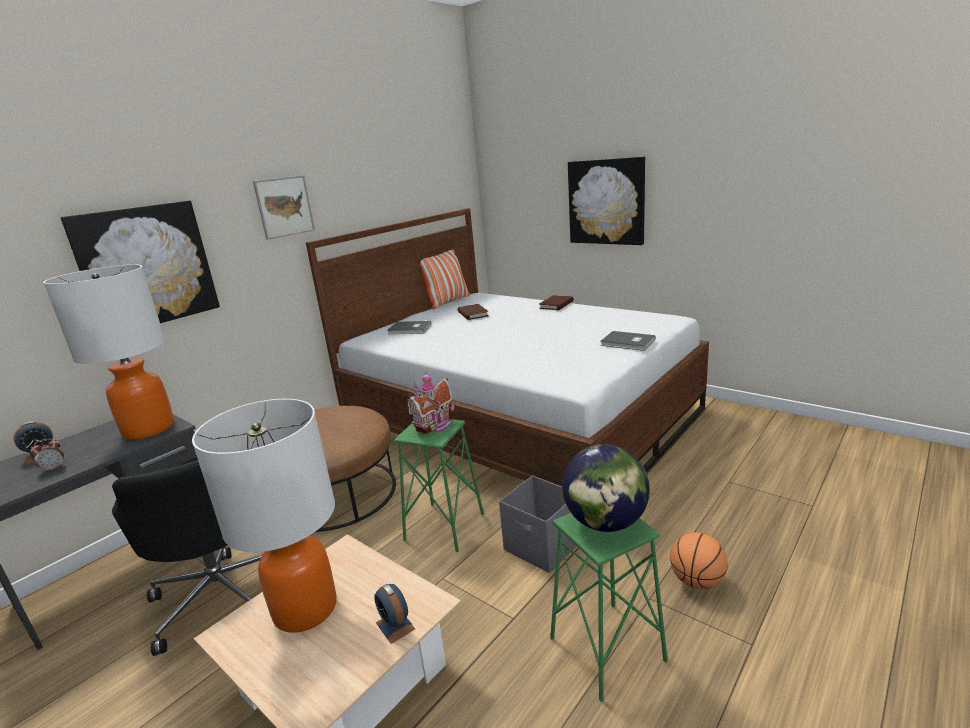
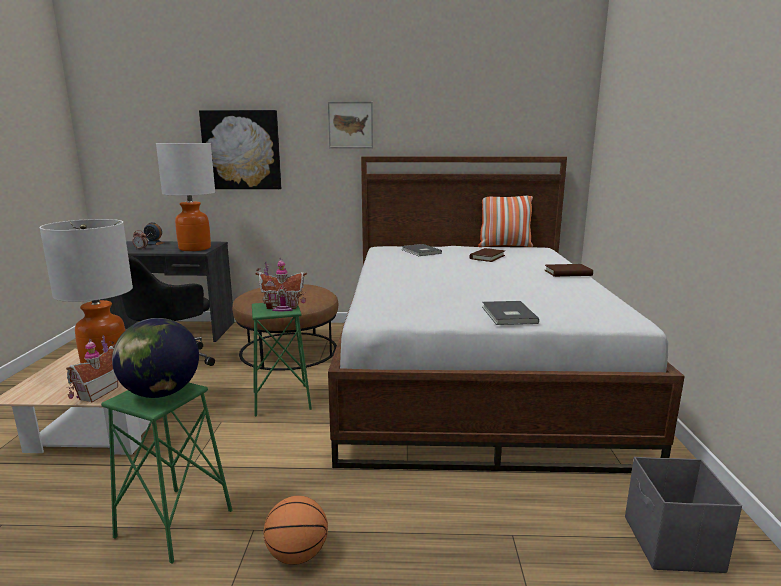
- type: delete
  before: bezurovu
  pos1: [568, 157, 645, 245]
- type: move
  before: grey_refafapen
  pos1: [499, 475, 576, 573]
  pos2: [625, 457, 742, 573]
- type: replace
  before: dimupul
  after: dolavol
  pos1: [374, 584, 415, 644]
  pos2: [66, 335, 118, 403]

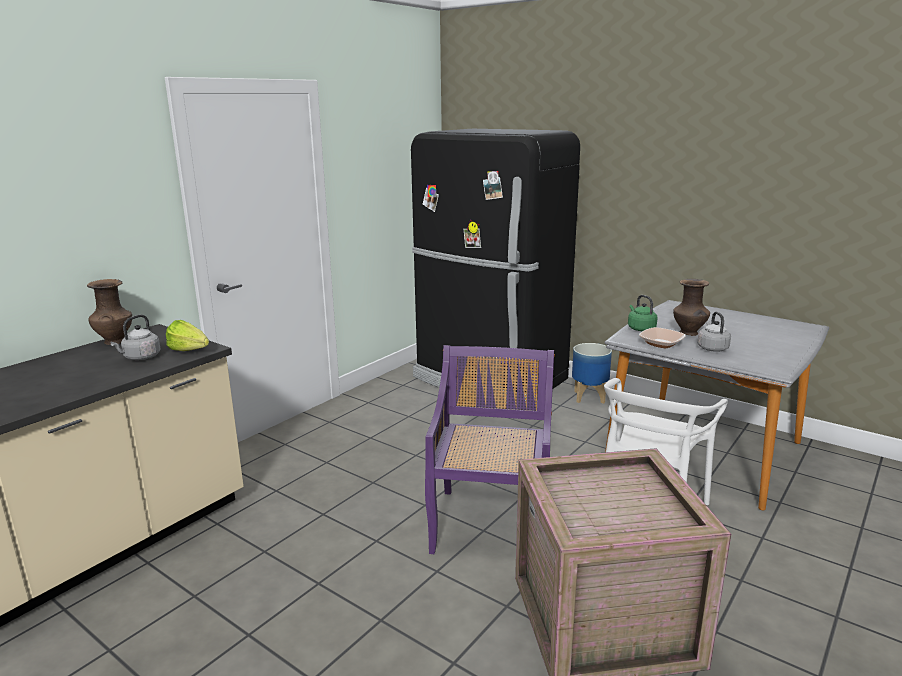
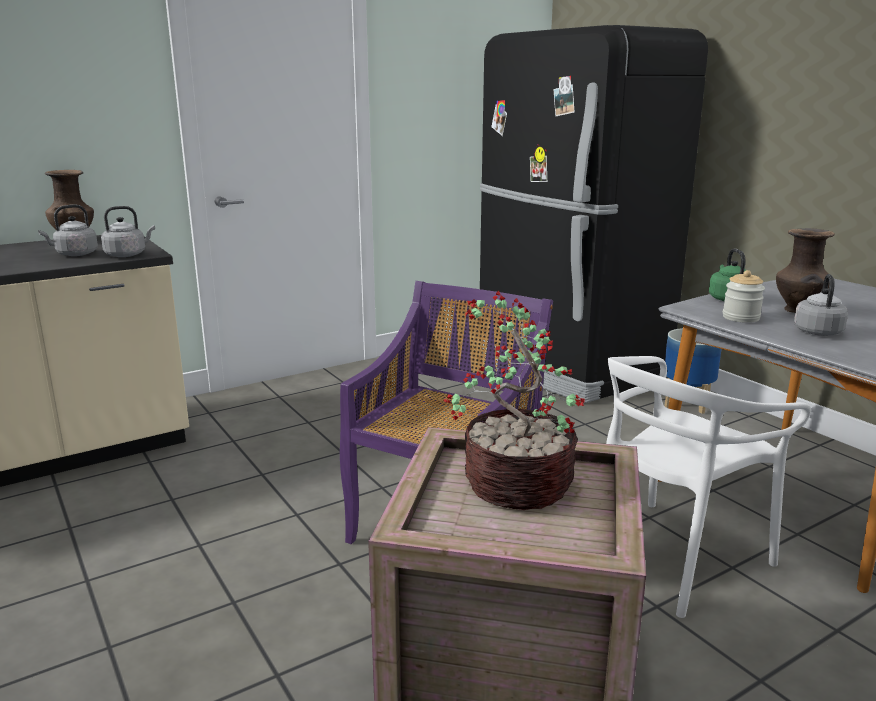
- type: replace
  before: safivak
  after: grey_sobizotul
  pos1: [166, 320, 209, 351]
  pos2: [101, 206, 155, 257]
- type: replace
  before: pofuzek
  after: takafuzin
  pos1: [639, 327, 686, 348]
  pos2: [723, 270, 765, 323]
- type: insert
  after: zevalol
  pos2: [443, 291, 585, 510]

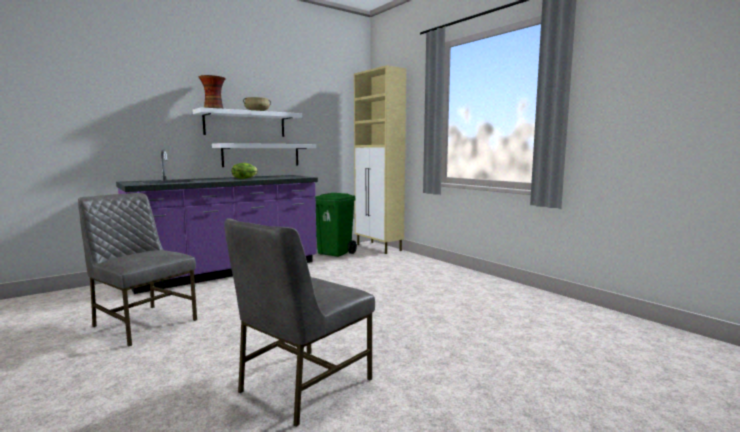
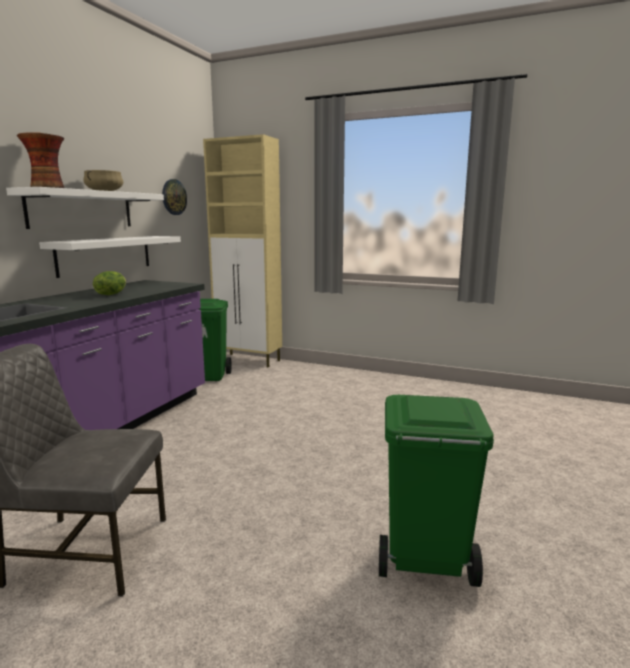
- type: replace
  before: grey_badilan
  after: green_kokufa
  pos1: [224, 218, 375, 427]
  pos2: [379, 395, 494, 587]
- type: insert
  after: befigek
  pos2: [162, 179, 187, 215]

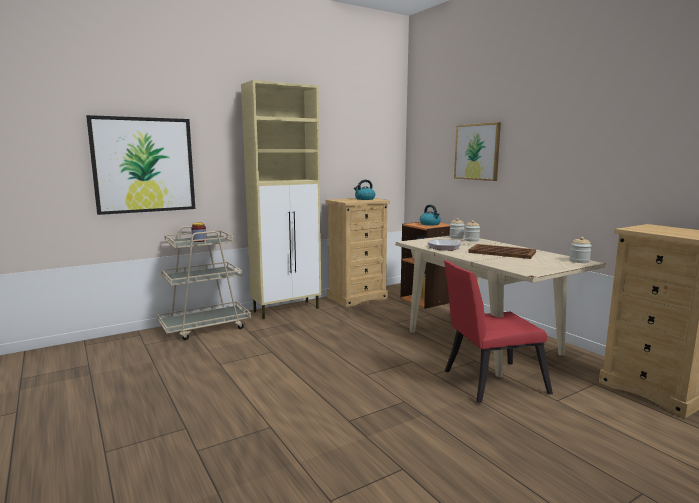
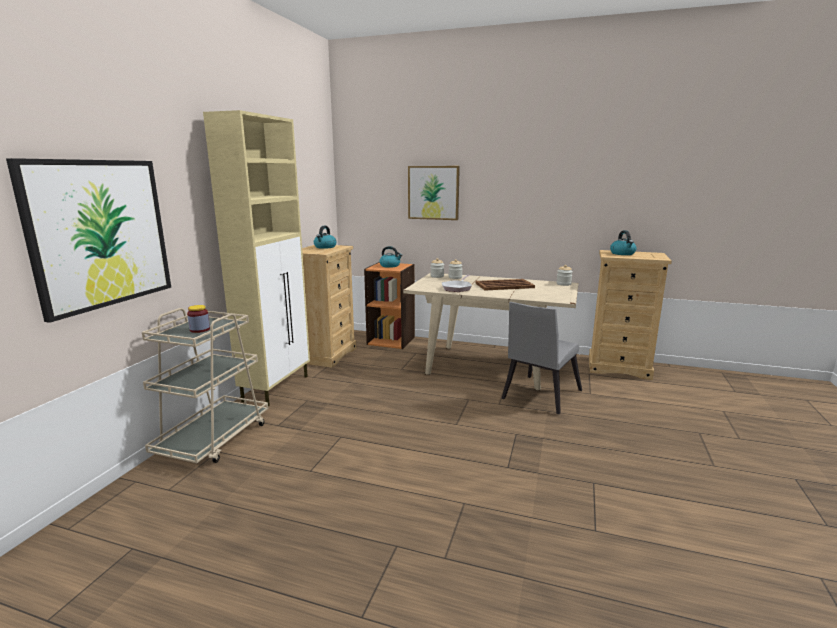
- type: recolor
  before: red_badilan
  after: grey_badilan
  pos1: [444, 260, 553, 403]
  pos2: [501, 302, 582, 414]
- type: insert
  after: sobizotul
  pos2: [610, 230, 637, 255]

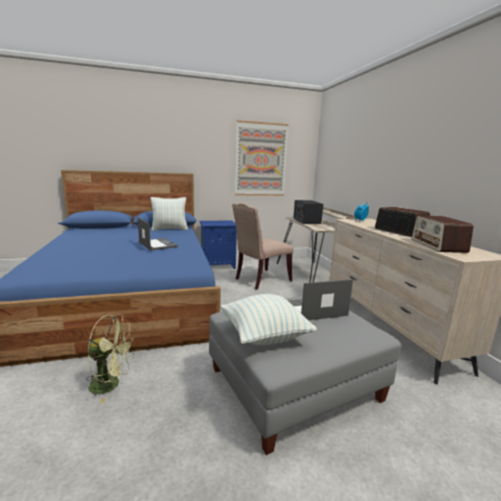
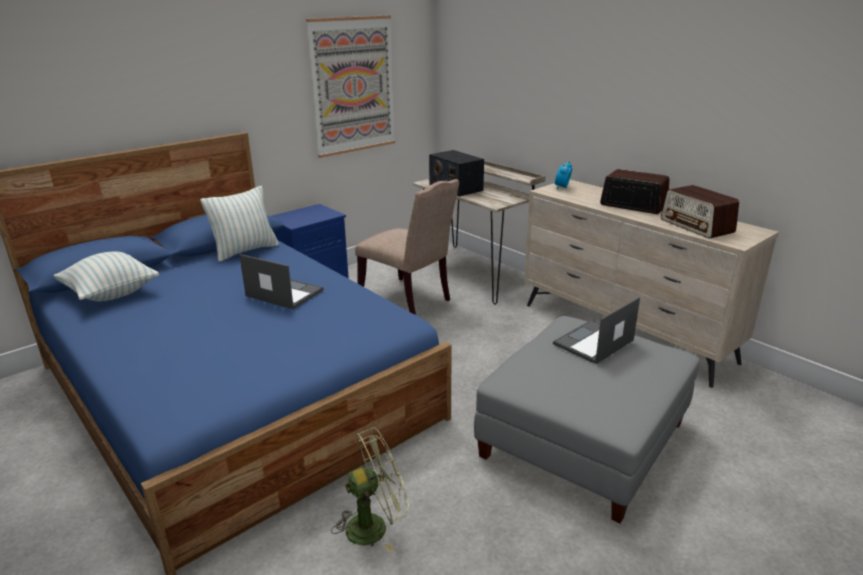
- type: rotate
  before: beige_badilan
  pos1: [232, 203, 294, 290]
  pos2: [355, 179, 459, 315]
  turn: -75
- type: move
  before: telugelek
  pos1: [220, 294, 317, 345]
  pos2: [54, 252, 159, 301]

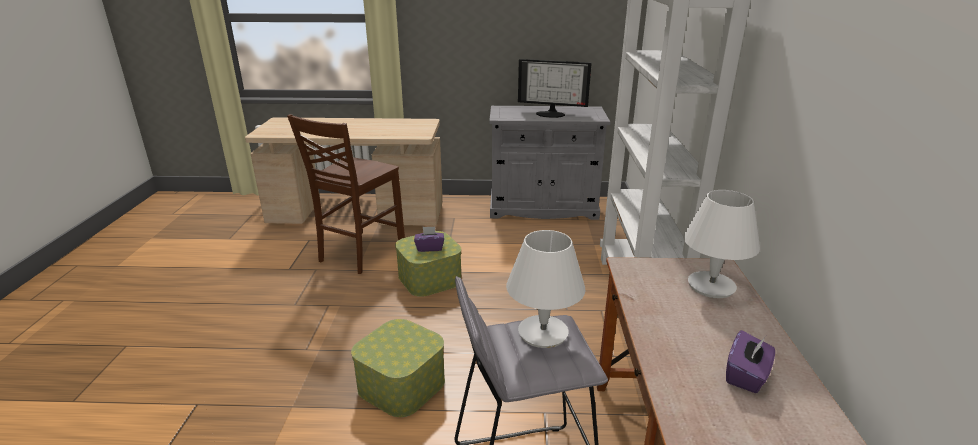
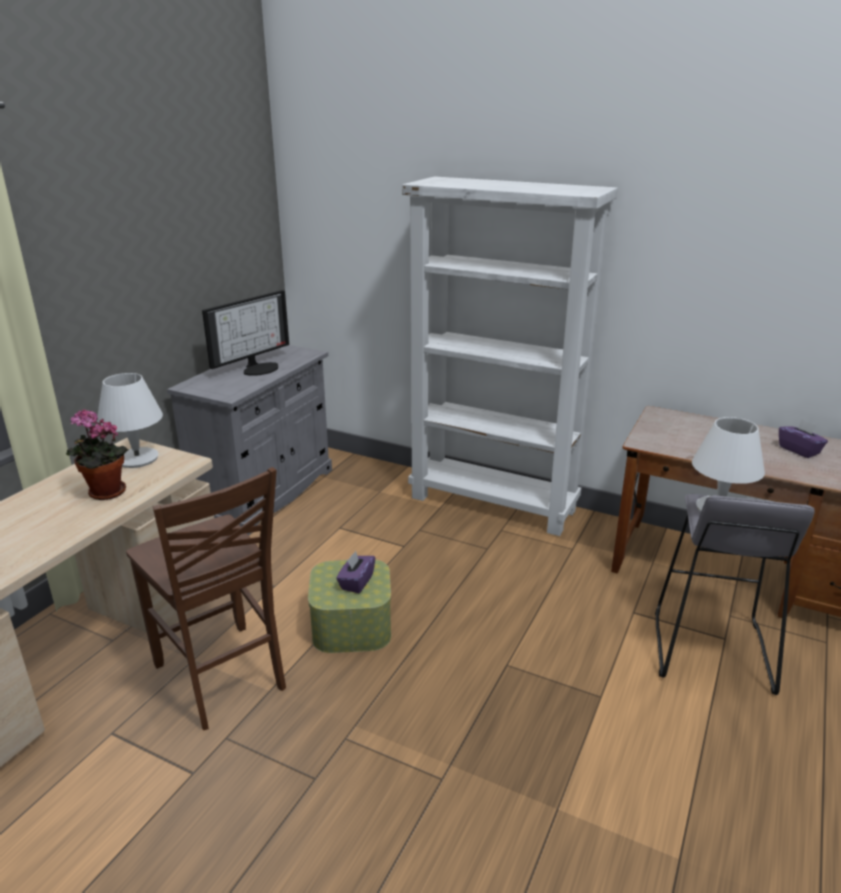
- type: move
  before: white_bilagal
  pos1: [683, 190, 760, 298]
  pos2: [97, 373, 163, 468]
- type: delete
  before: refafapen
  pos1: [351, 319, 445, 417]
- type: insert
  after: zevalol
  pos2: [66, 409, 128, 500]

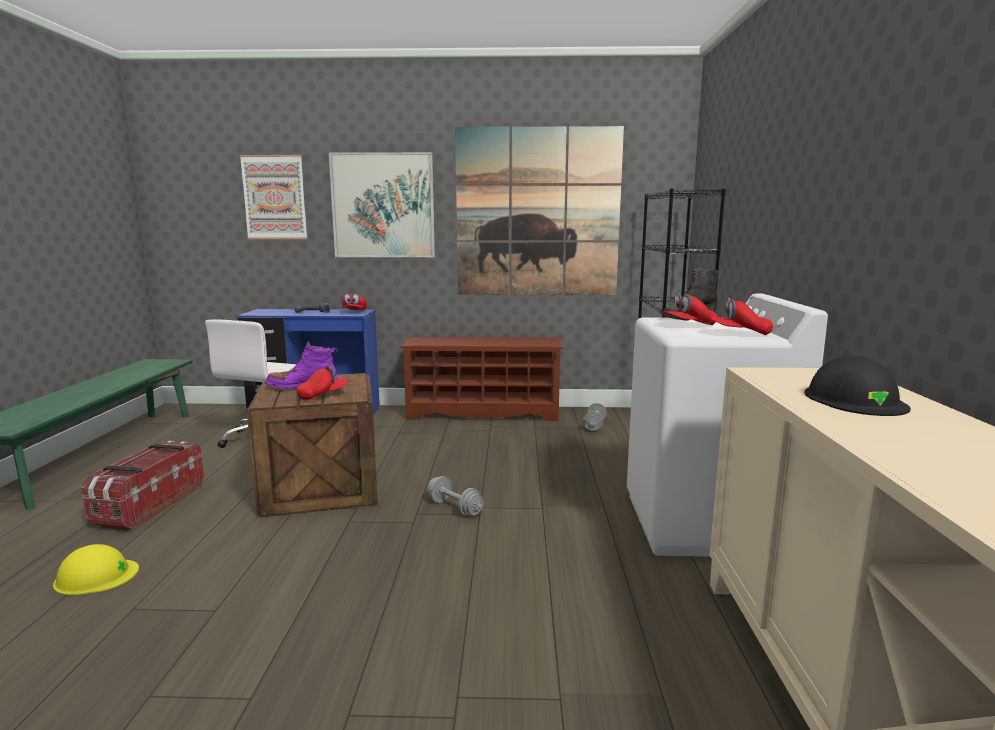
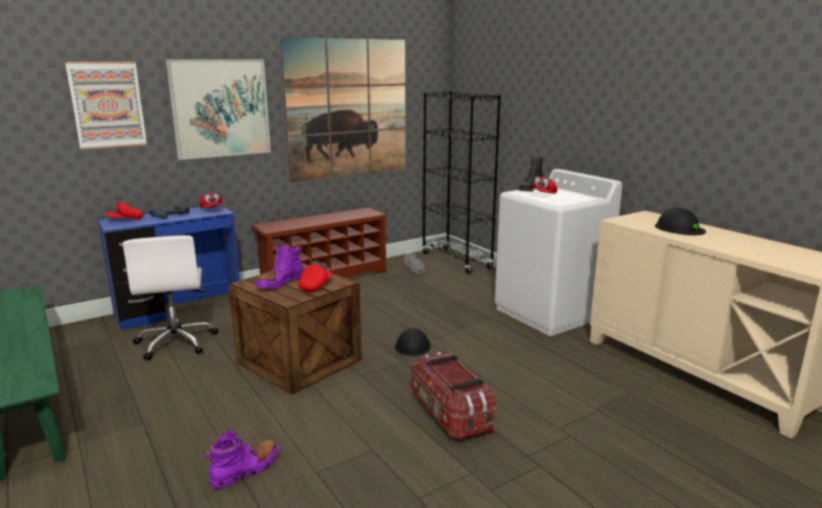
- type: move
  before: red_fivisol
  pos1: [709, 298, 773, 335]
  pos2: [105, 201, 143, 219]
- type: move
  before: refafapen
  pos1: [81, 441, 204, 531]
  pos2: [411, 351, 496, 440]
- type: replace
  before: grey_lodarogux
  after: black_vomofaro
  pos1: [427, 476, 484, 516]
  pos2: [395, 328, 431, 356]
- type: replace
  before: yellow_vomofaro
  after: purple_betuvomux
  pos1: [53, 544, 139, 595]
  pos2: [204, 429, 279, 489]

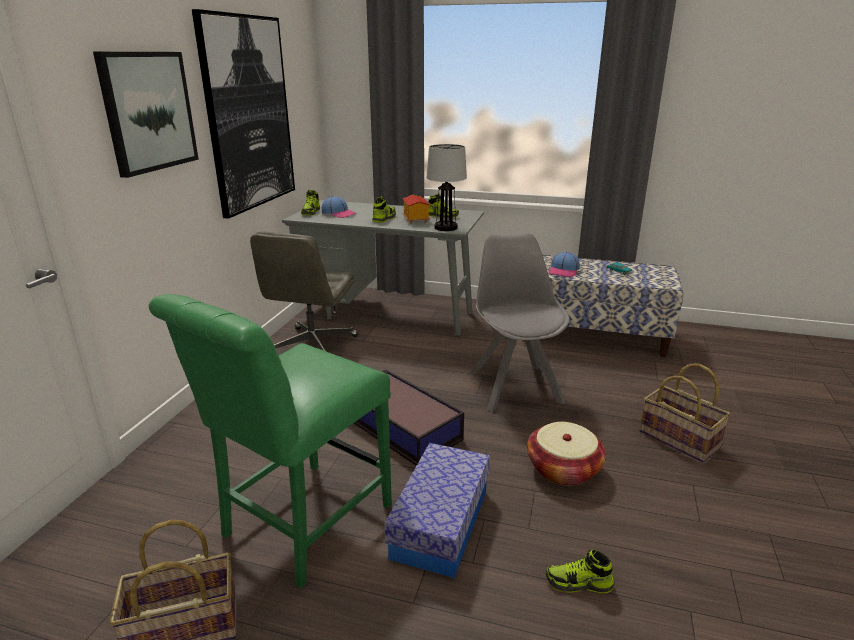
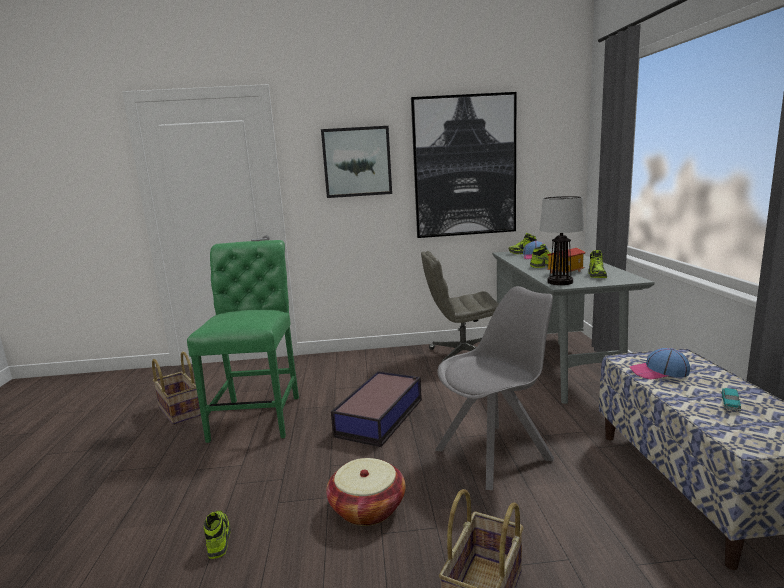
- type: rotate
  before: green_badilan
  pos1: [149, 294, 392, 588]
  pos2: [187, 240, 299, 443]
  turn: 75
- type: delete
  before: refafapen
  pos1: [384, 443, 490, 578]

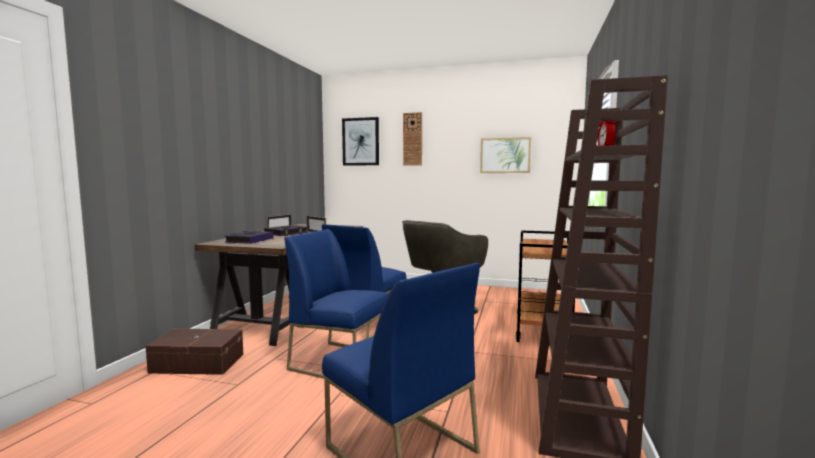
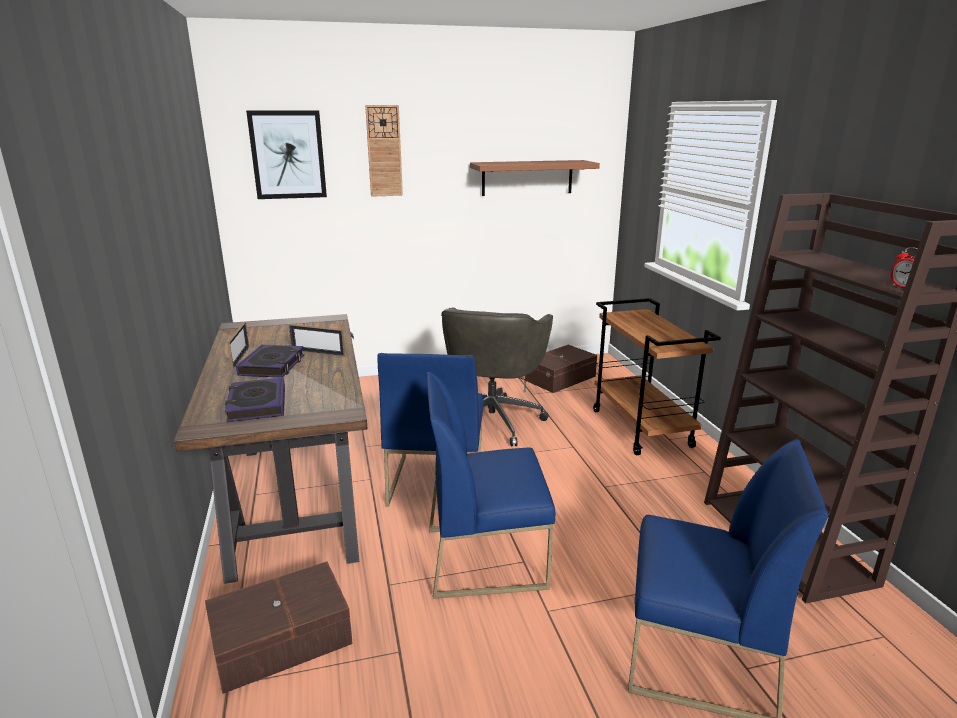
- type: replace
  before: bezurovu
  after: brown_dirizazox
  pos1: [480, 137, 531, 173]
  pos2: [470, 160, 600, 196]
- type: insert
  after: brown_refafapen
  pos2: [525, 345, 597, 393]

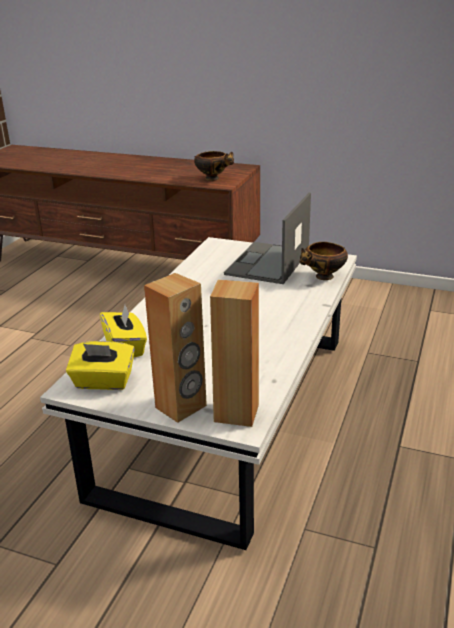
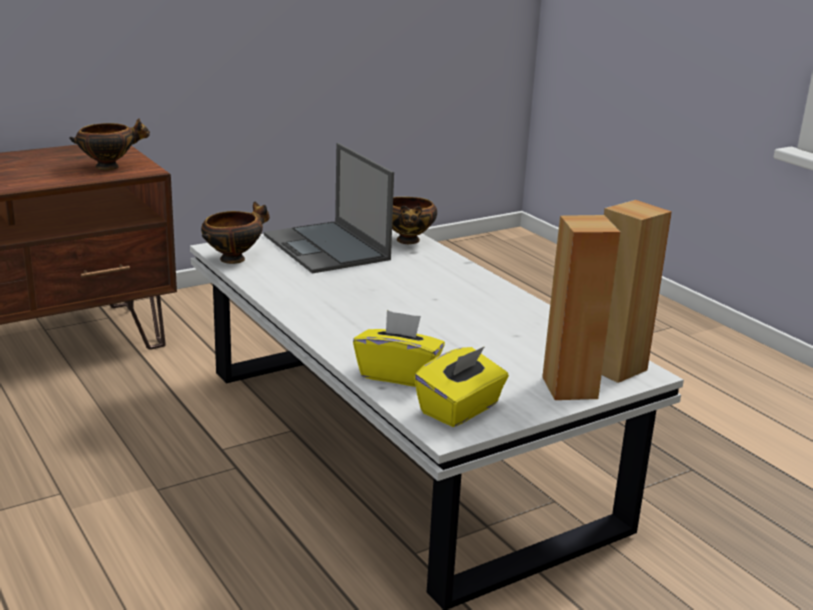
- type: insert
  after: pofuzek
  pos2: [201, 202, 270, 264]

